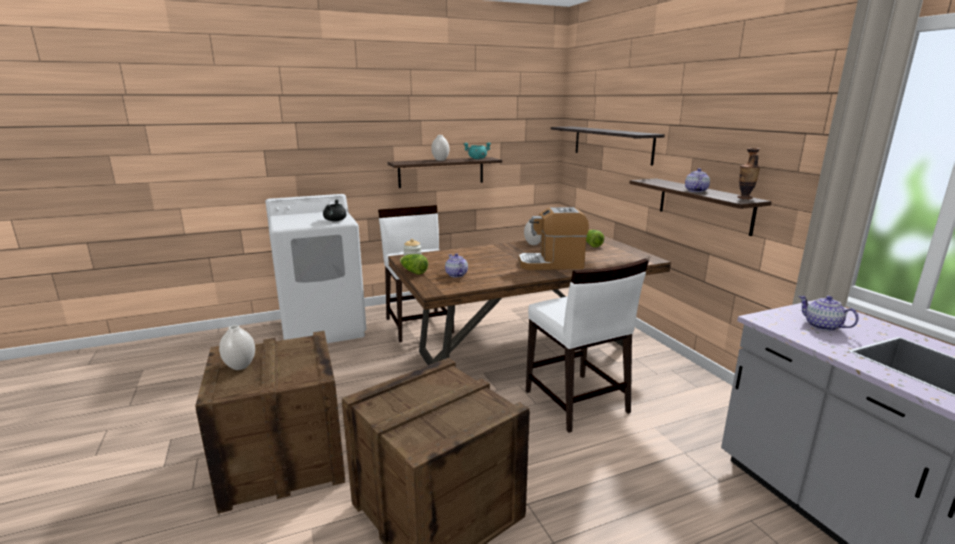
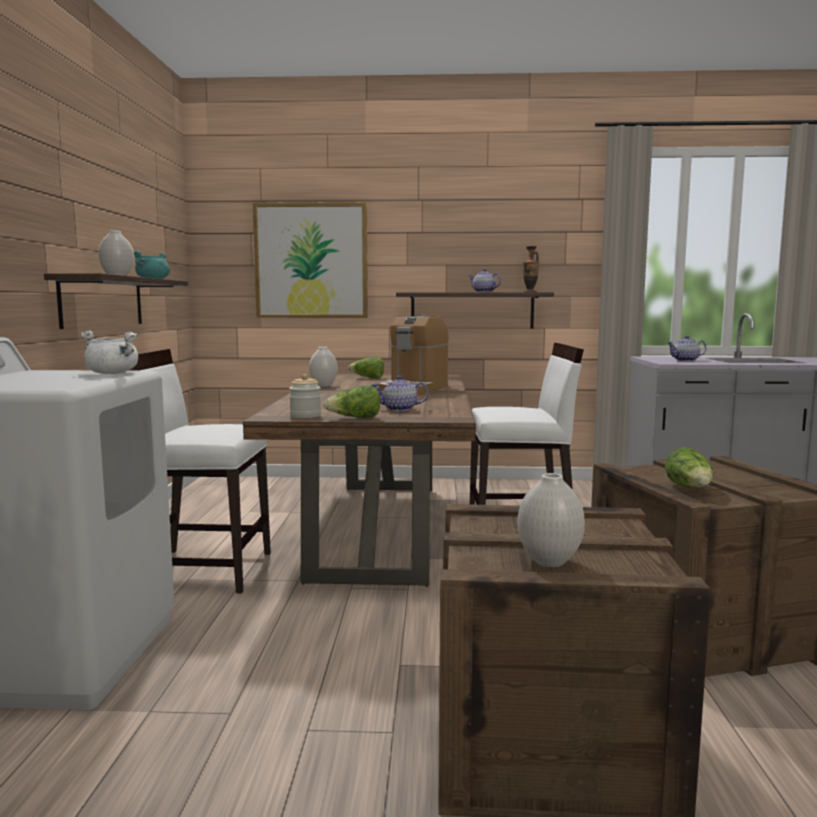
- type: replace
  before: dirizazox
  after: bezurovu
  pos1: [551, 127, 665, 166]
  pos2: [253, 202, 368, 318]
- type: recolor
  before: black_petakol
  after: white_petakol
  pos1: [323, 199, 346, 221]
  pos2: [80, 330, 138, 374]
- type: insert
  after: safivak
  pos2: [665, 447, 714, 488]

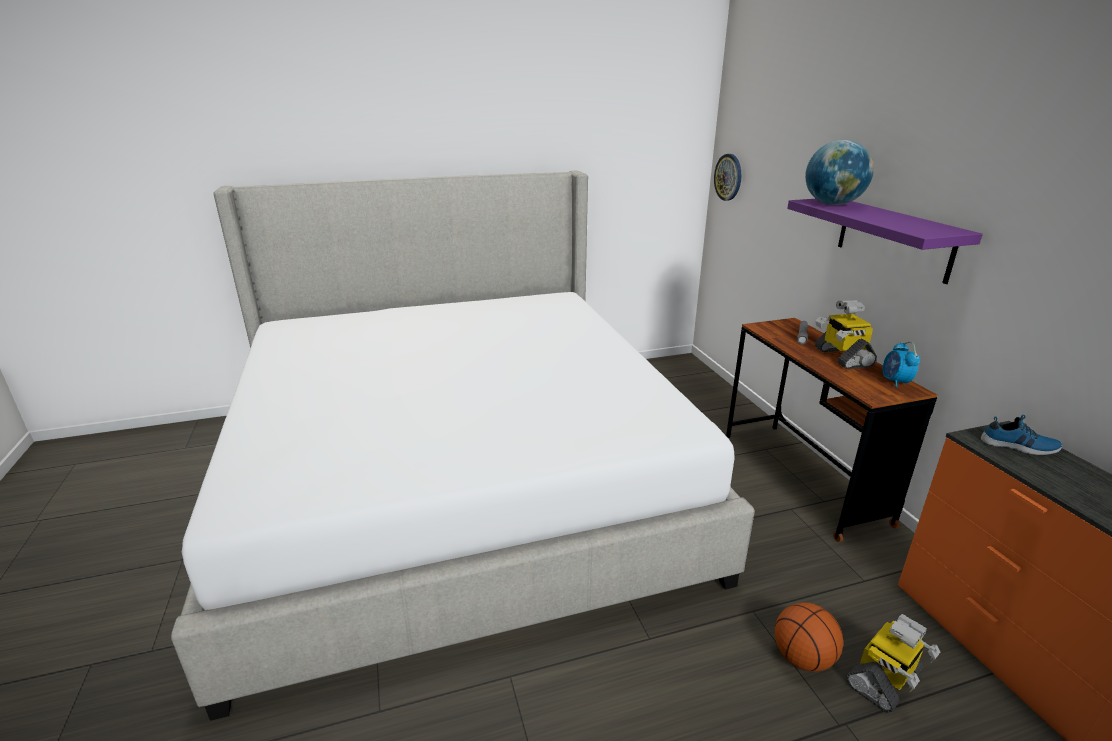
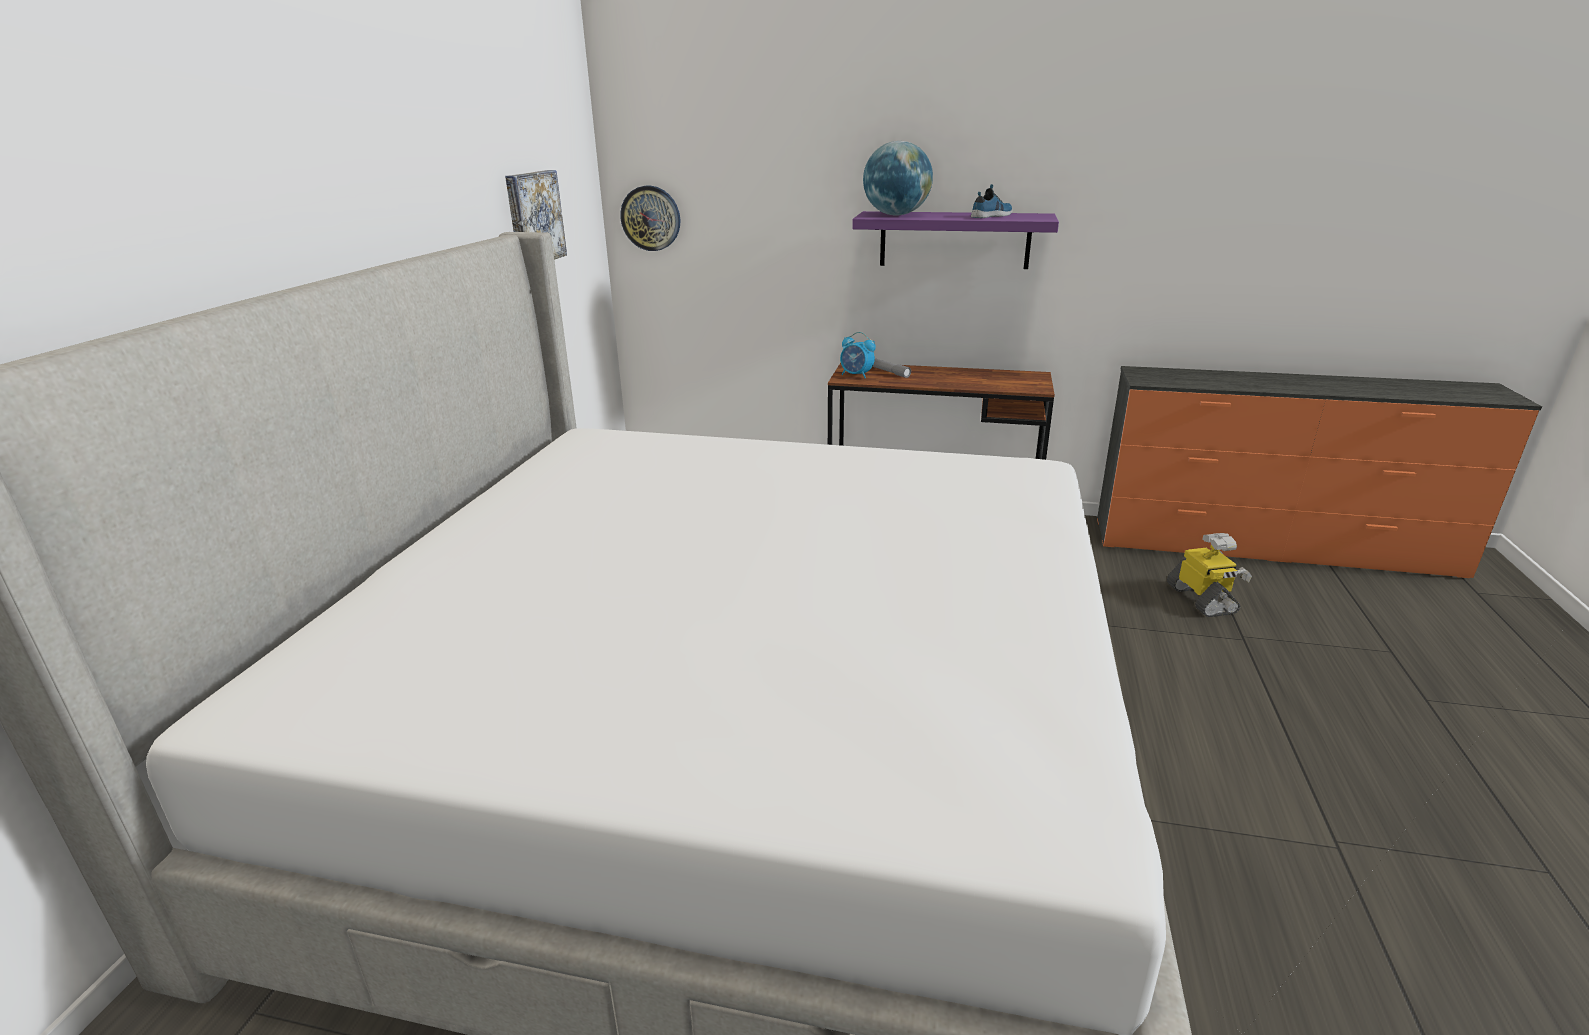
- type: delete
  before: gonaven
  pos1: [815, 300, 877, 369]
- type: move
  before: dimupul
  pos1: [883, 342, 920, 388]
  pos2: [840, 332, 876, 378]
- type: move
  before: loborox
  pos1: [981, 414, 1063, 455]
  pos2: [971, 184, 1013, 218]
- type: delete
  before: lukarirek
  pos1: [775, 602, 843, 672]
- type: insert
  after: bezurovu
  pos2: [505, 170, 567, 260]

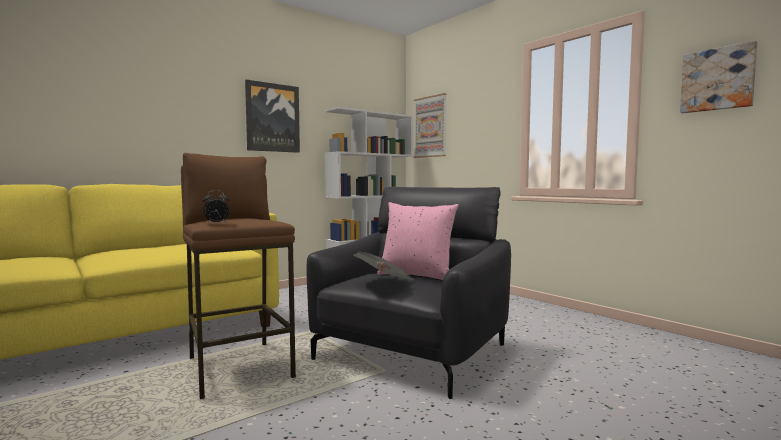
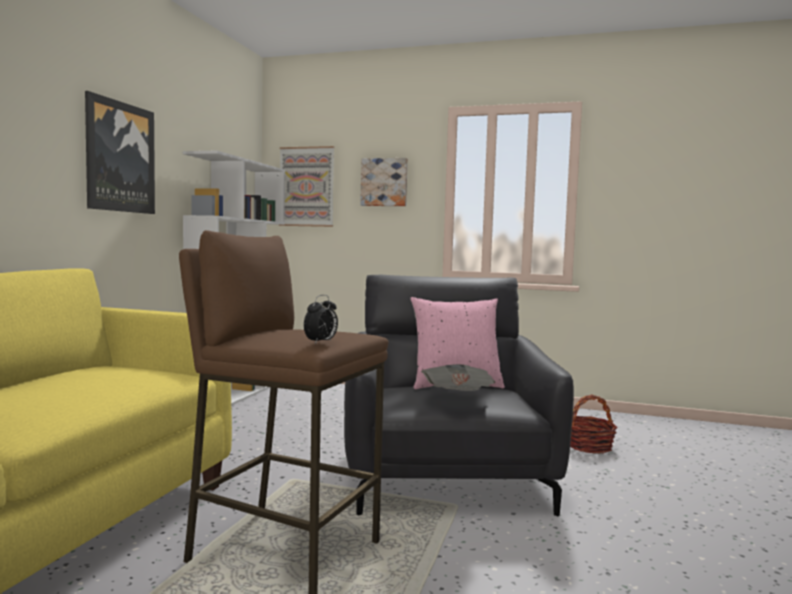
- type: move
  before: bezurovu
  pos1: [680, 41, 757, 113]
  pos2: [360, 158, 408, 206]
- type: insert
  after: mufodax
  pos2: [570, 394, 618, 454]

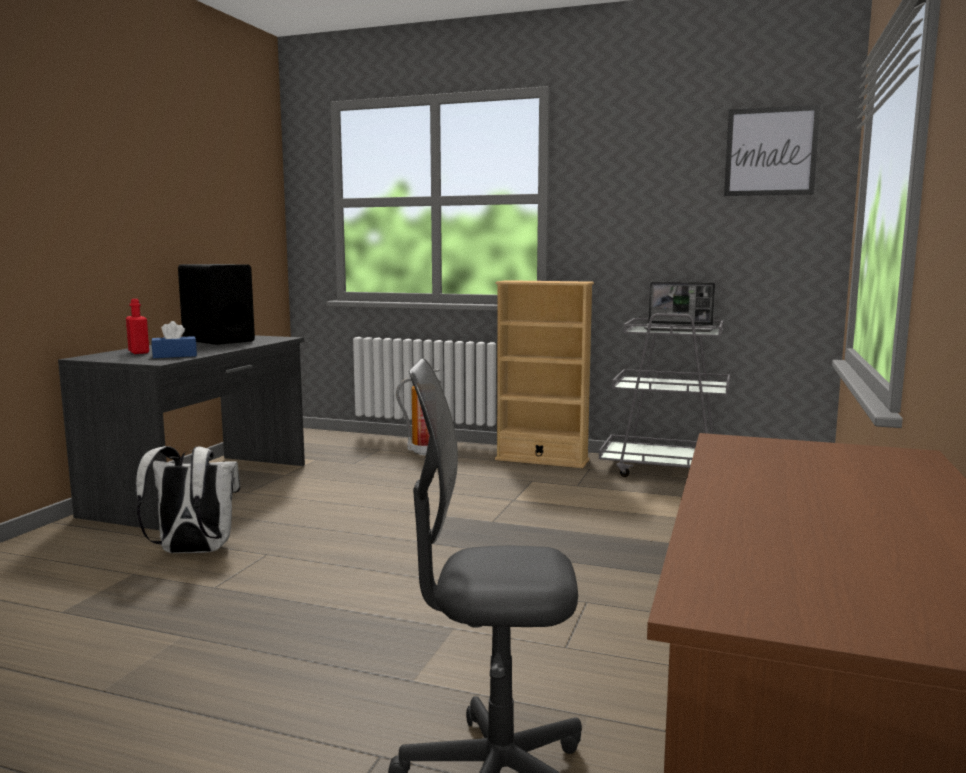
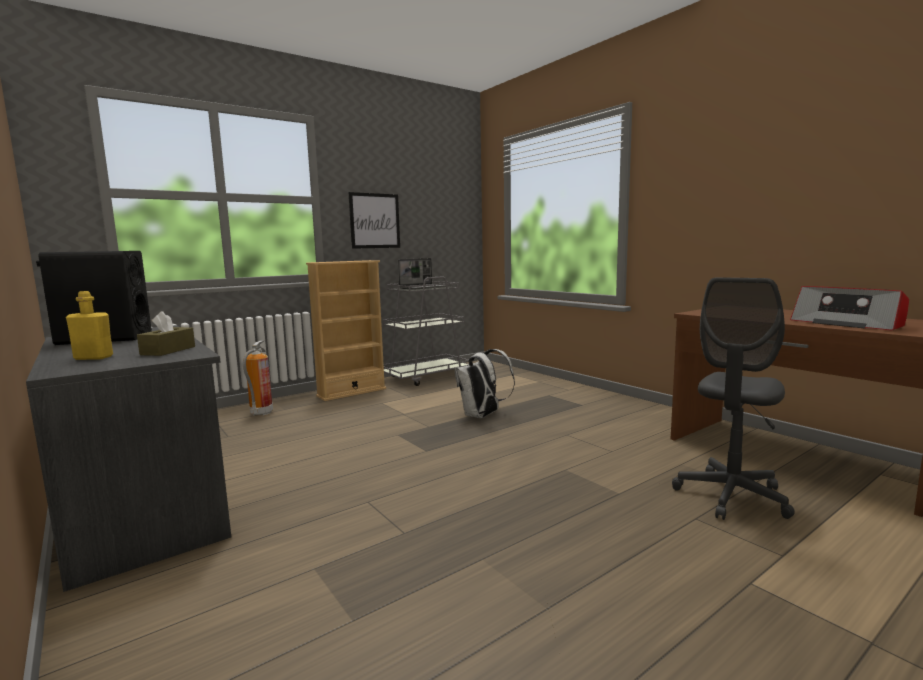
- type: move
  before: bezurovu
  pos1: [724, 105, 821, 196]
  pos2: [349, 192, 400, 249]
- type: recolor
  before: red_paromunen
  after: yellow_paromunen
  pos1: [126, 299, 149, 354]
  pos2: [66, 291, 113, 360]
- type: recolor
  before: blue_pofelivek
  after: brown_pofelivek
  pos1: [152, 321, 197, 358]
  pos2: [137, 311, 195, 356]
- type: move
  before: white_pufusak
  pos1: [136, 446, 240, 553]
  pos2: [455, 349, 515, 418]
- type: insert
  after: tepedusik
  pos2: [790, 286, 909, 331]

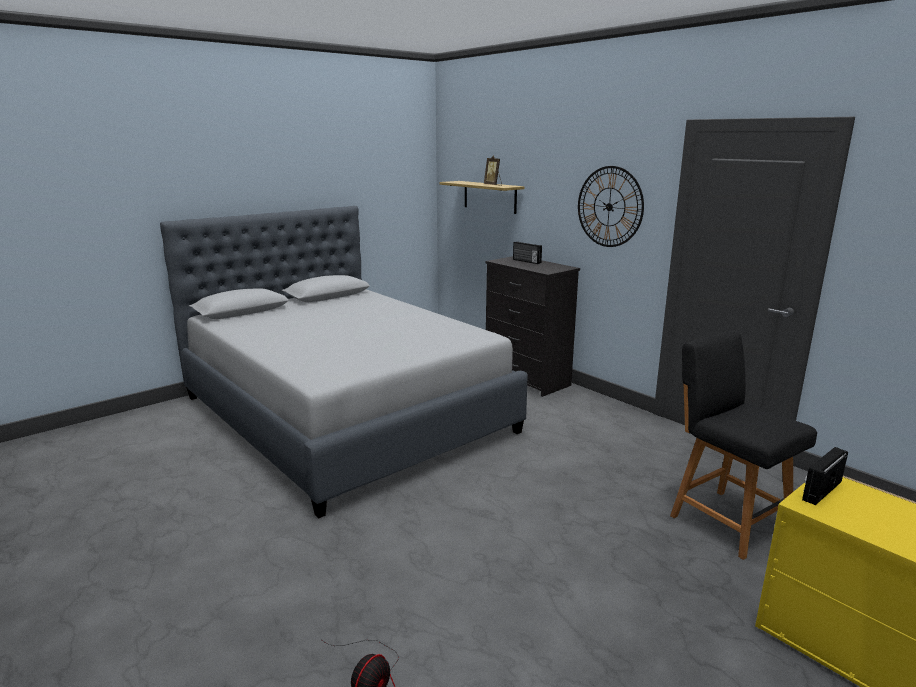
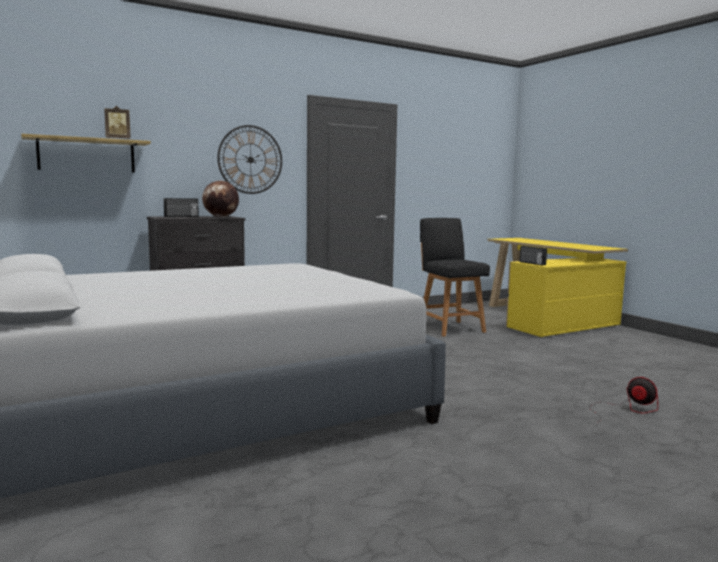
- type: rotate
  before: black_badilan
  pos1: [670, 330, 817, 560]
  pos2: [420, 218, 490, 337]
  turn: 90
- type: insert
  after: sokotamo
  pos2: [202, 181, 239, 217]

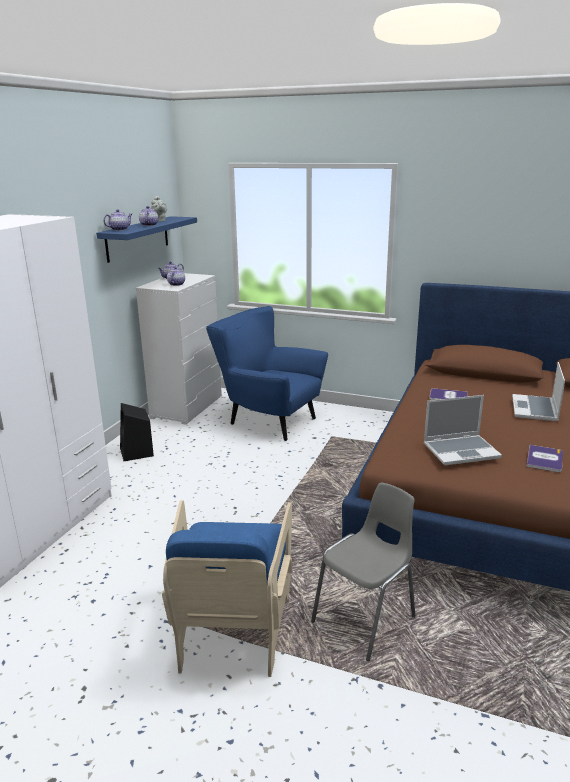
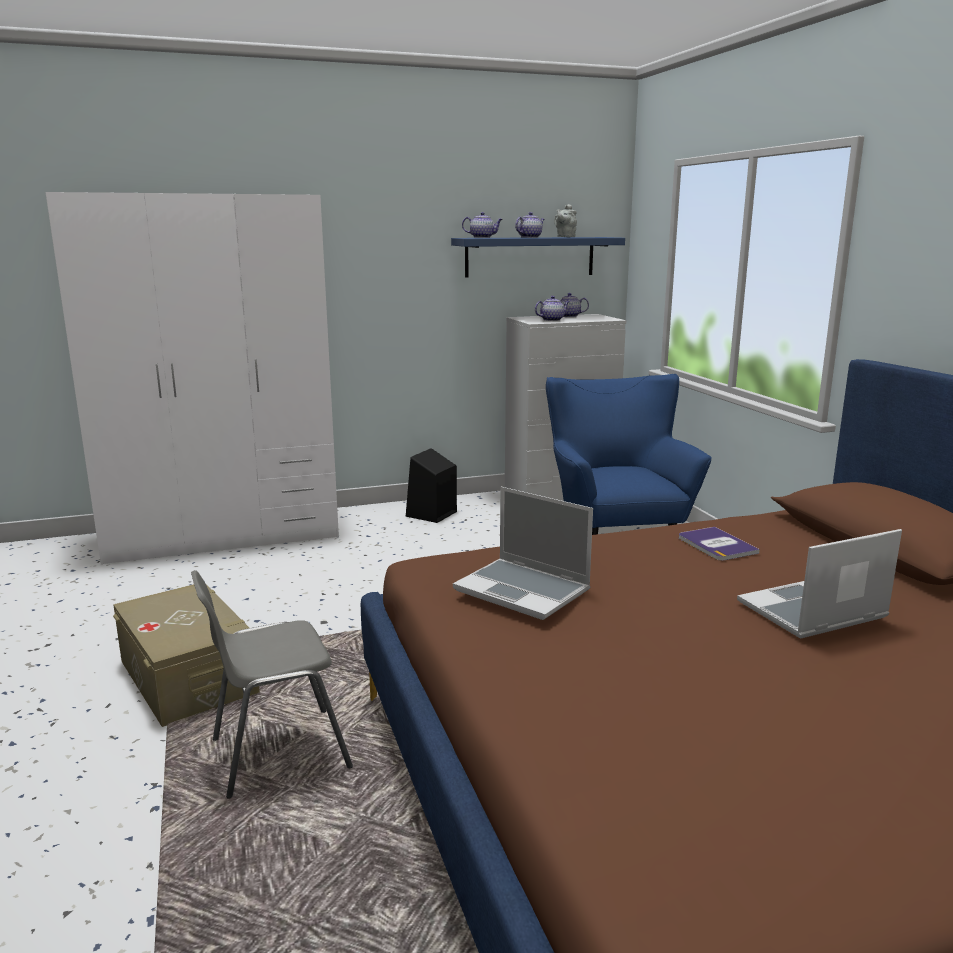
- type: delete
  before: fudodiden
  pos1: [527, 445, 563, 472]
- type: rotate
  before: grey_badilan
  pos1: [311, 483, 416, 661]
  pos2: [191, 570, 353, 799]
  turn: 150
- type: replace
  before: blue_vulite
  after: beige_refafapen
  pos1: [162, 500, 292, 677]
  pos2: [113, 584, 260, 727]

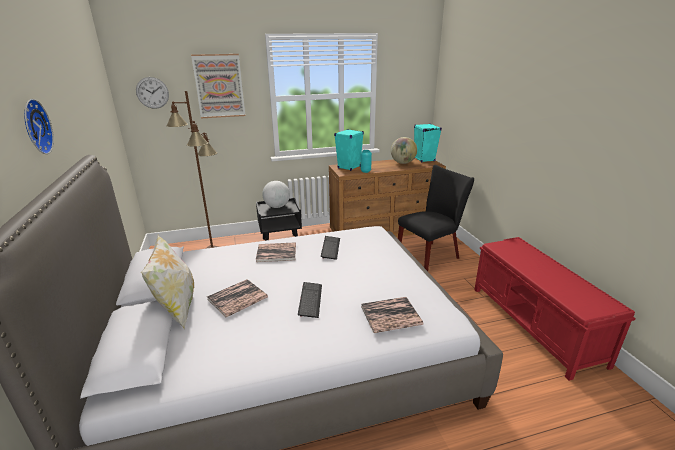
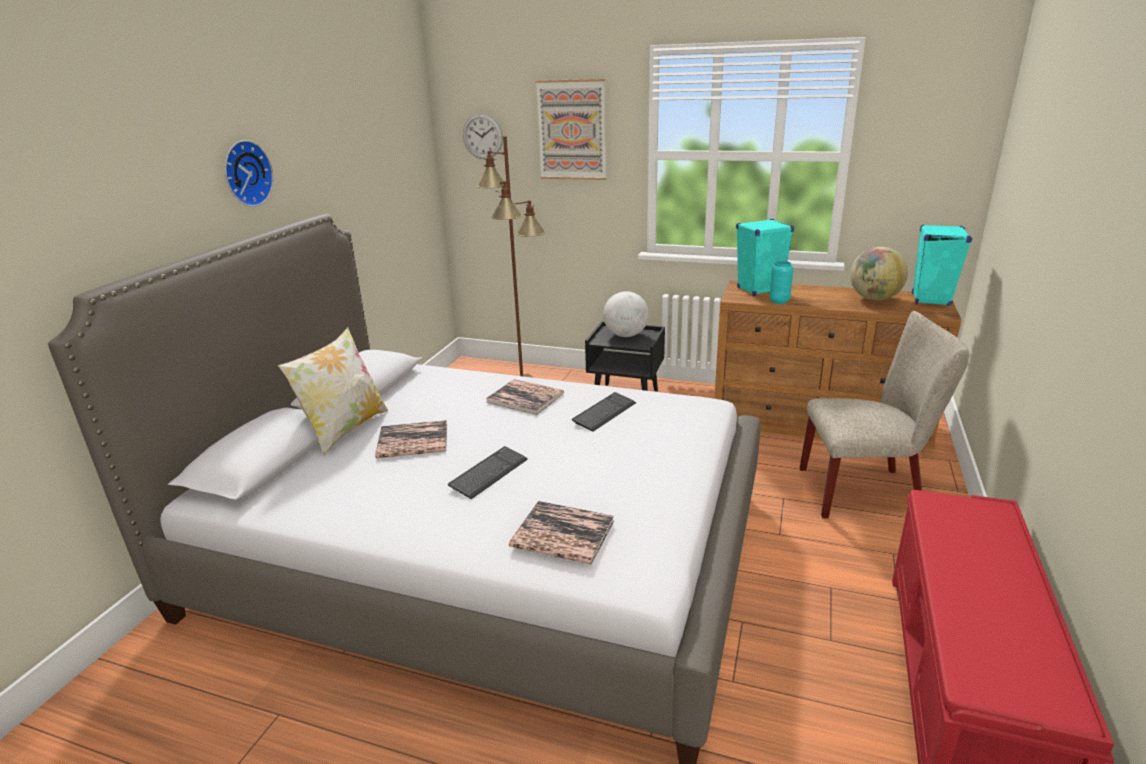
- type: recolor
  before: black_badilan
  after: beige_badilan
  pos1: [398, 165, 474, 271]
  pos2: [800, 311, 969, 518]

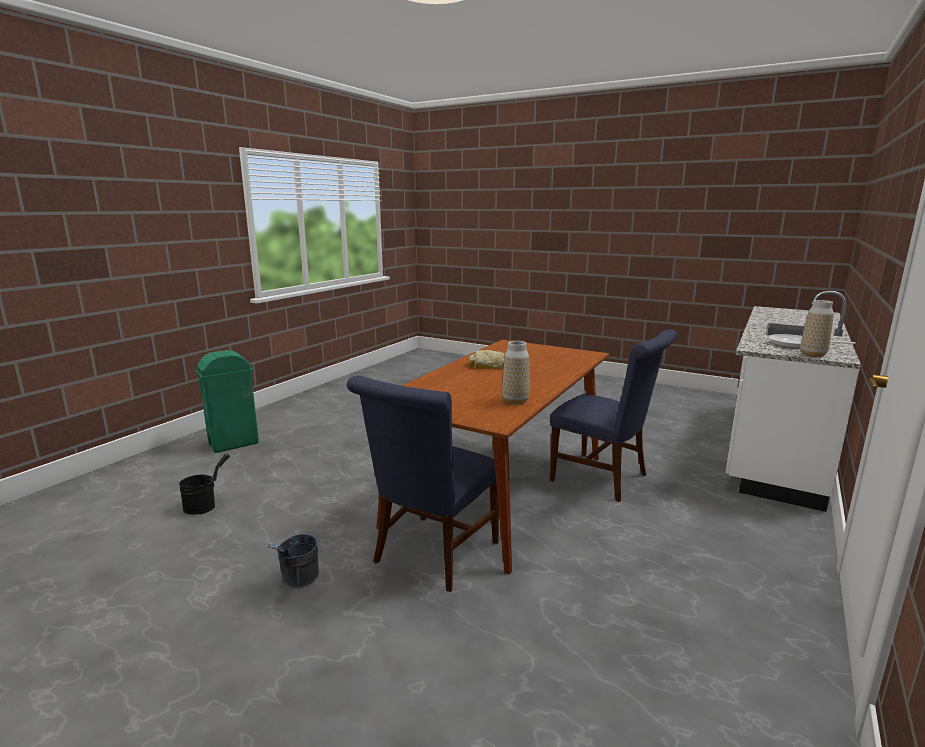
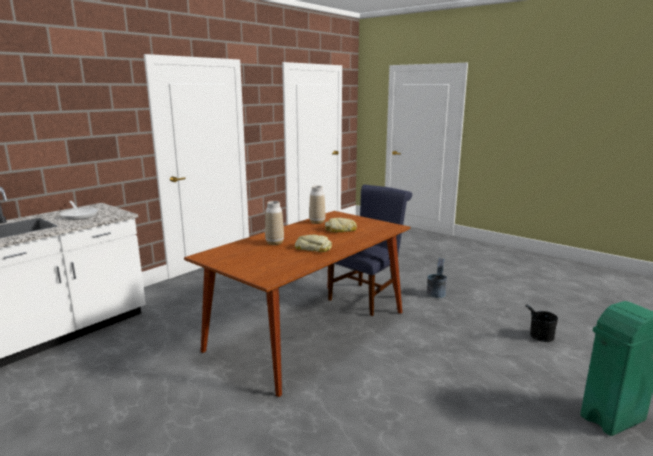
- type: move
  before: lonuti
  pos1: [800, 300, 834, 357]
  pos2: [265, 201, 284, 245]
- type: delete
  before: blue_badilan
  pos1: [550, 329, 677, 502]
- type: insert
  after: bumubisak
  pos2: [325, 218, 357, 232]

